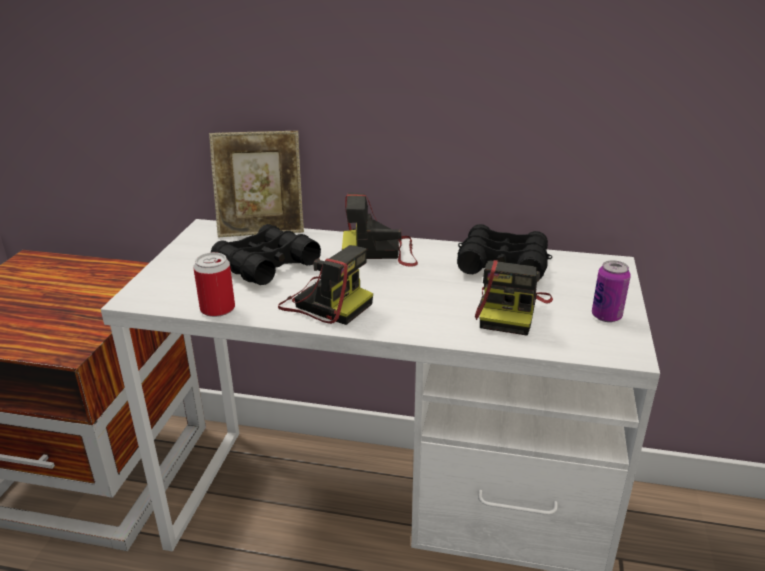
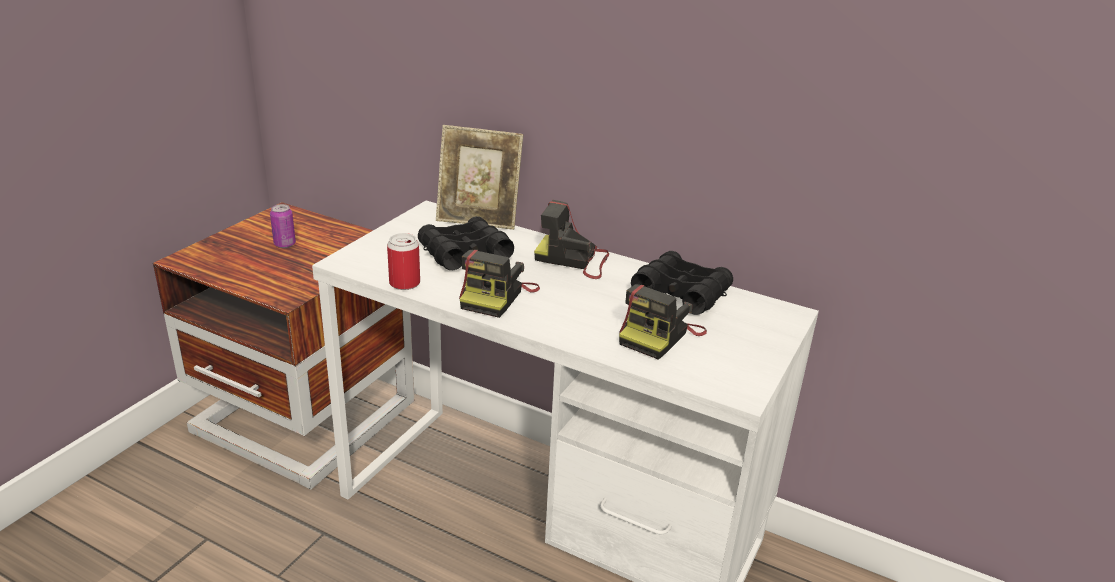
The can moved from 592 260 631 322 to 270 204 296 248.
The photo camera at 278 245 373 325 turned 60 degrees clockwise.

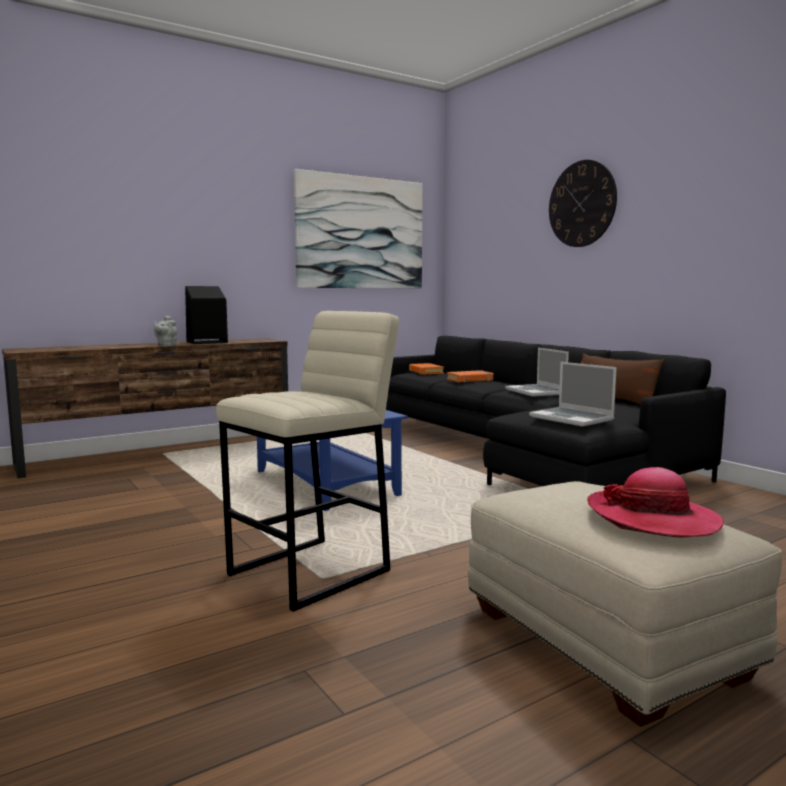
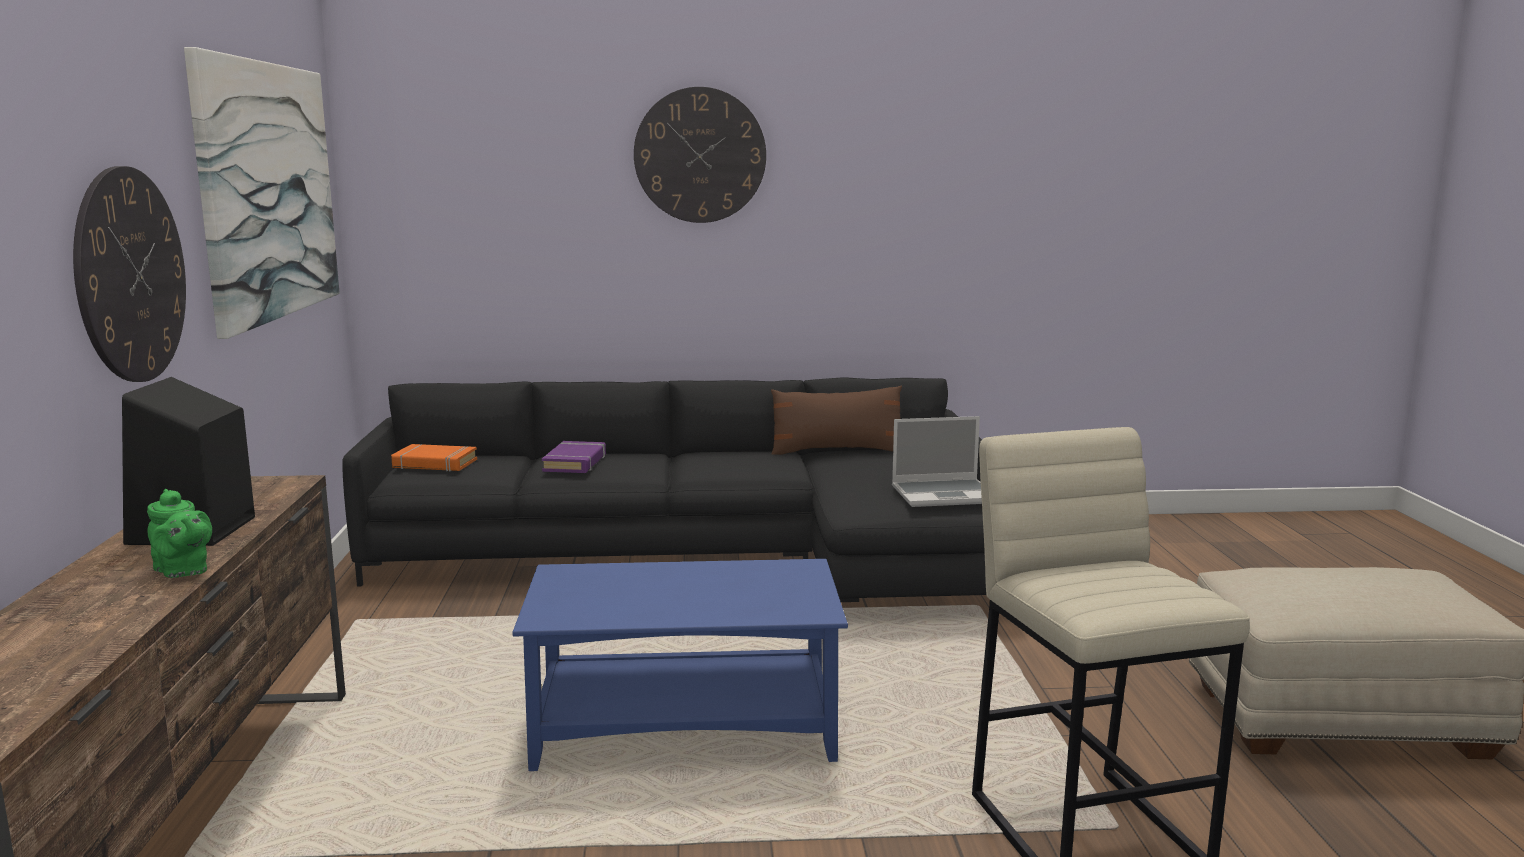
The laptop at 505 347 569 397 disappeared.
The hat at 587 467 724 538 disappeared.
The clock on the wall at 73 166 186 382 appeared.
The pot for tea in gray at 153 316 177 346 became the pot for tea in green-coloured at 147 489 212 578.
The book in orange at 447 370 493 382 became the book in purplish at 542 441 606 473.

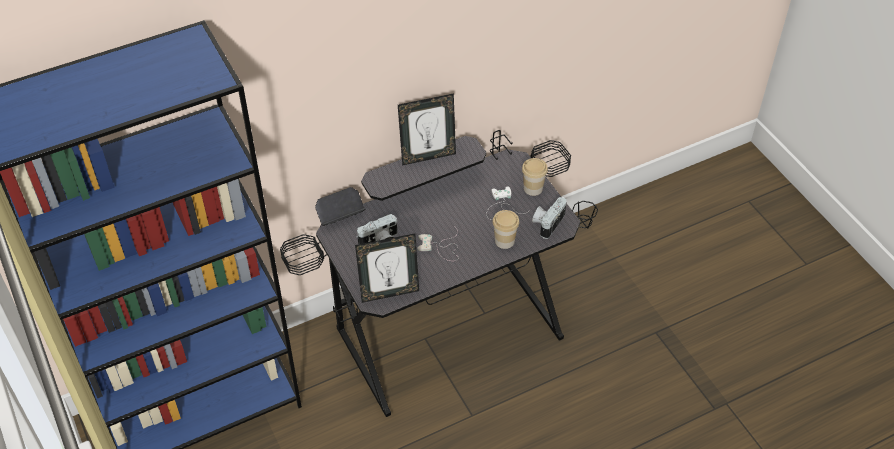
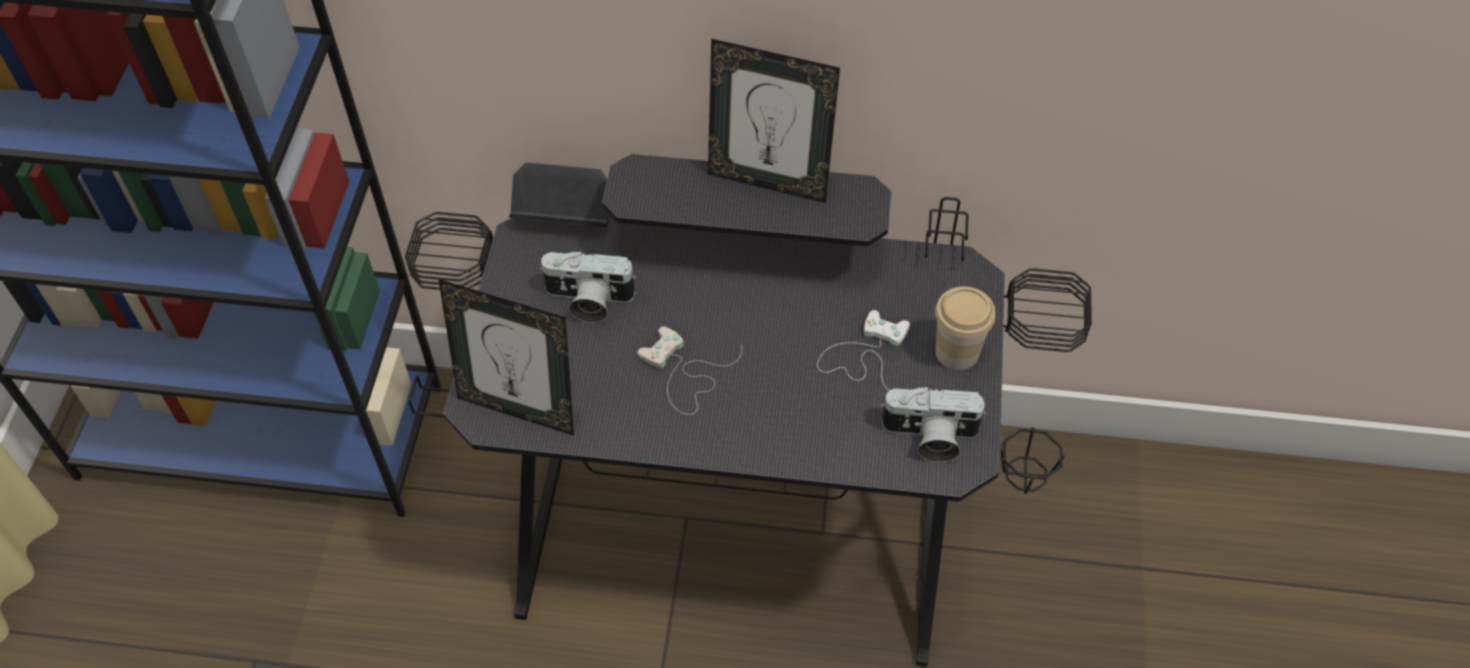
The cup at 492 210 519 249 disappeared.
The photo camera at 532 197 566 239 turned 150 degrees counterclockwise.

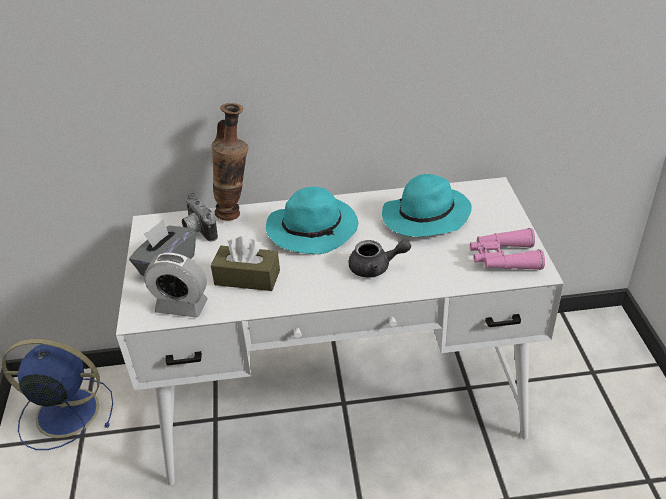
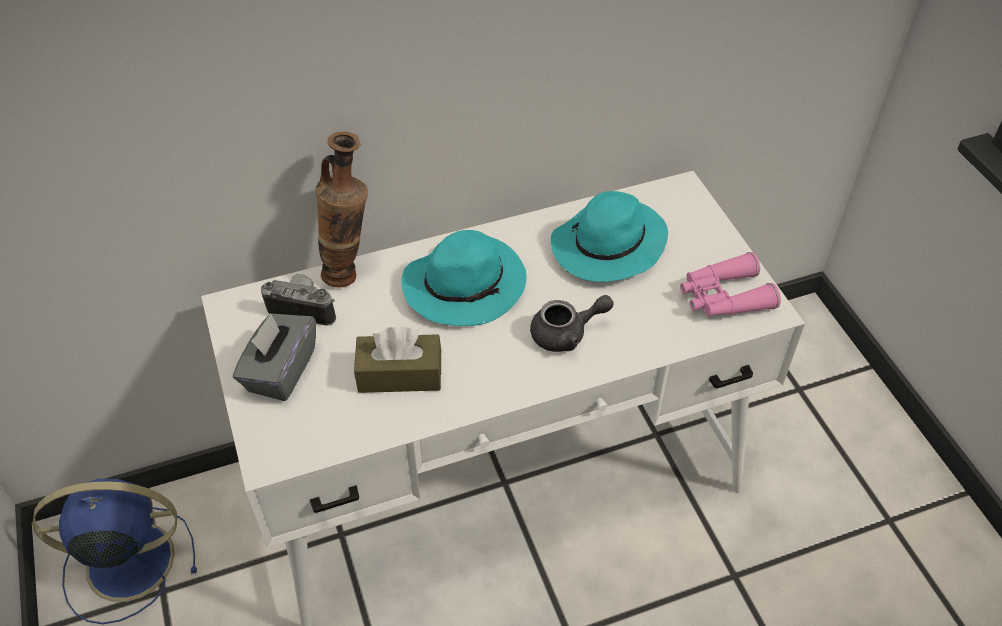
The table clock at 144 253 208 318 disappeared.
The photo camera at 182 193 218 242 turned 150 degrees clockwise.

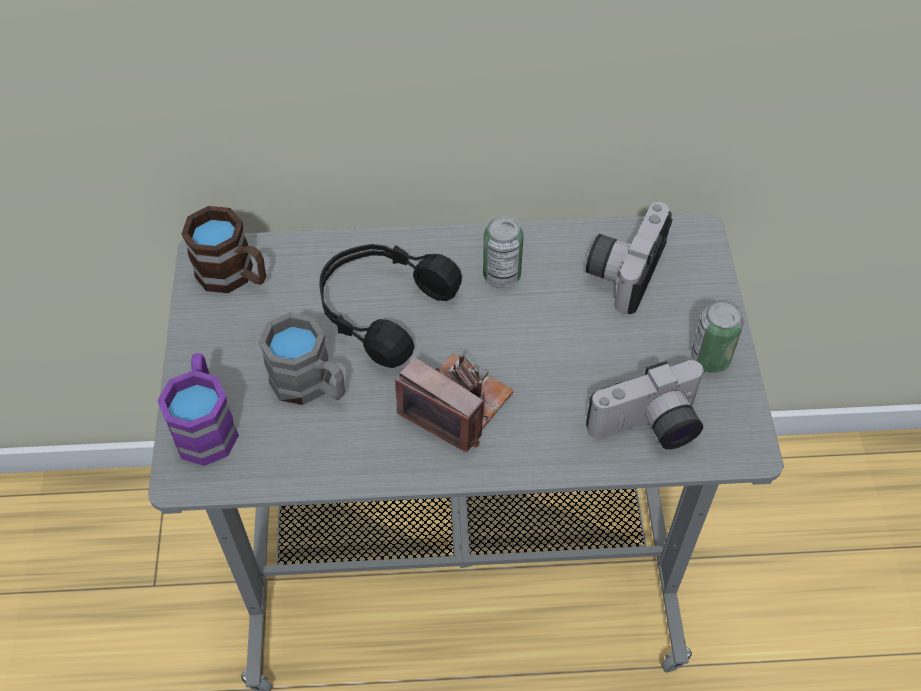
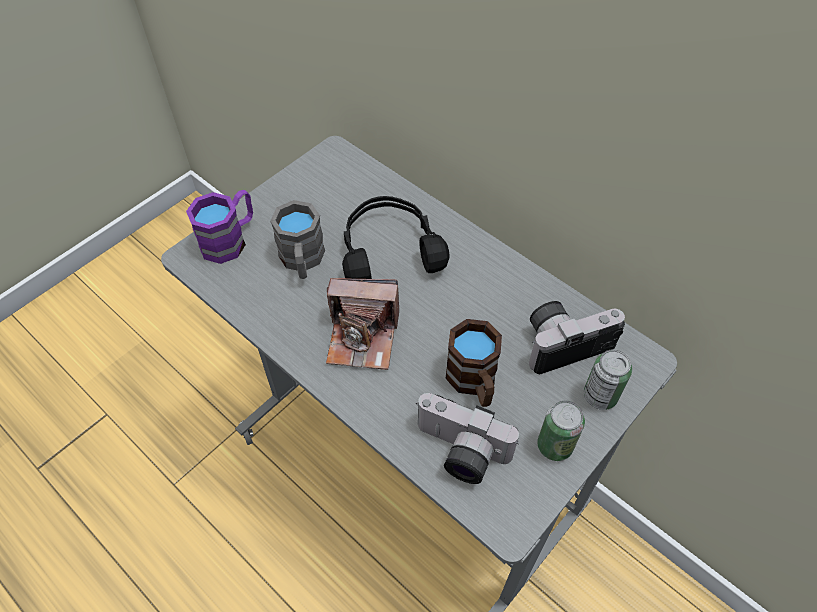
The mug in brown moved from 181 206 266 293 to 445 319 502 407.
The can moved from 483 216 523 288 to 584 350 632 410.
The photo camera at 395 354 514 452 turned 105 degrees clockwise.

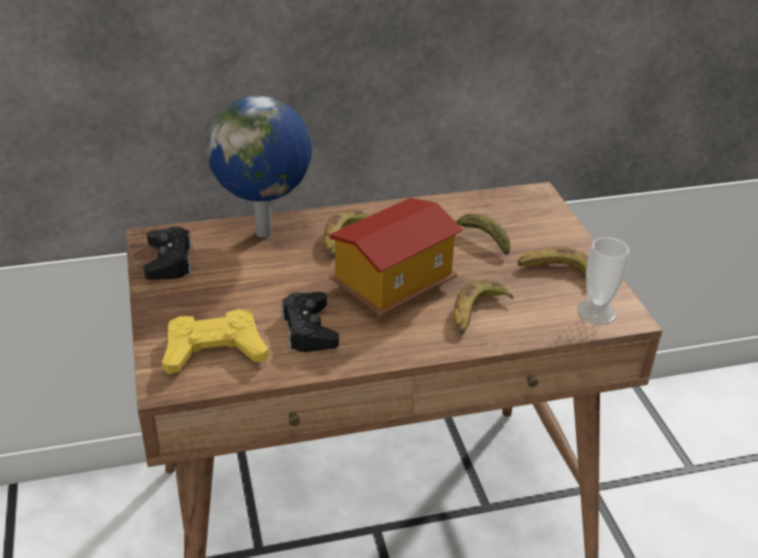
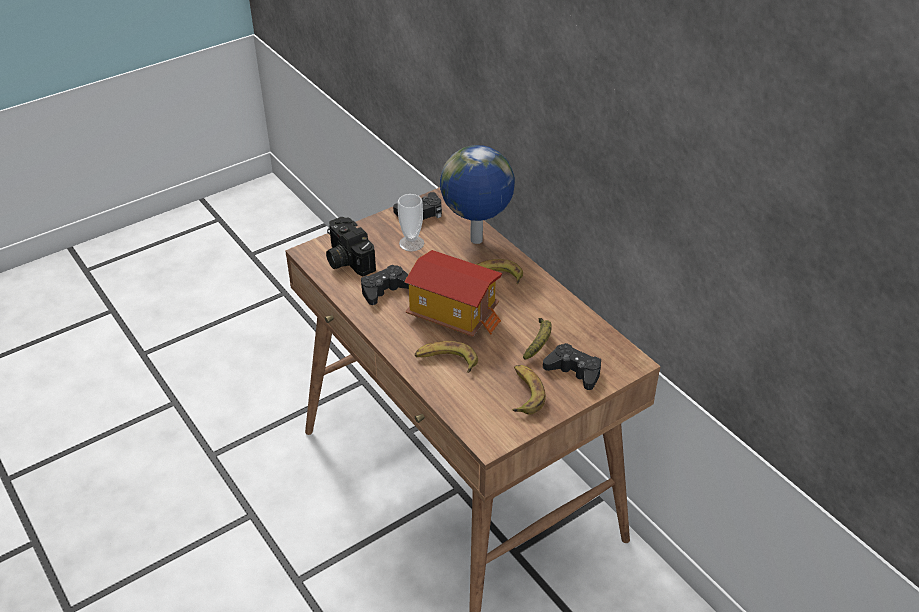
The game controller in black at 543 343 601 390 appeared.
The cup moved from 578 237 629 325 to 398 194 424 252.
The game controller in yellow-coloured at 162 309 269 375 was replaced by the photo camera at 326 217 376 276.

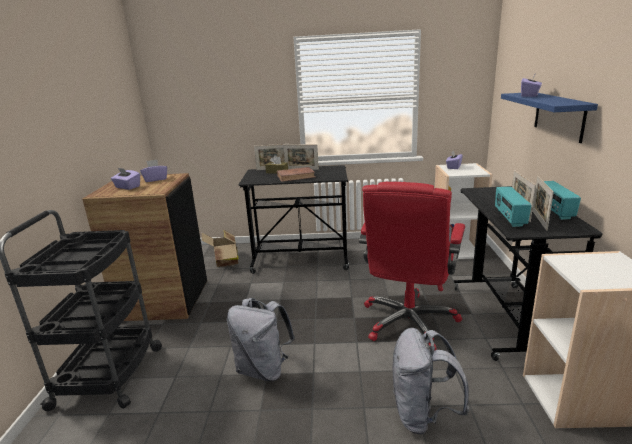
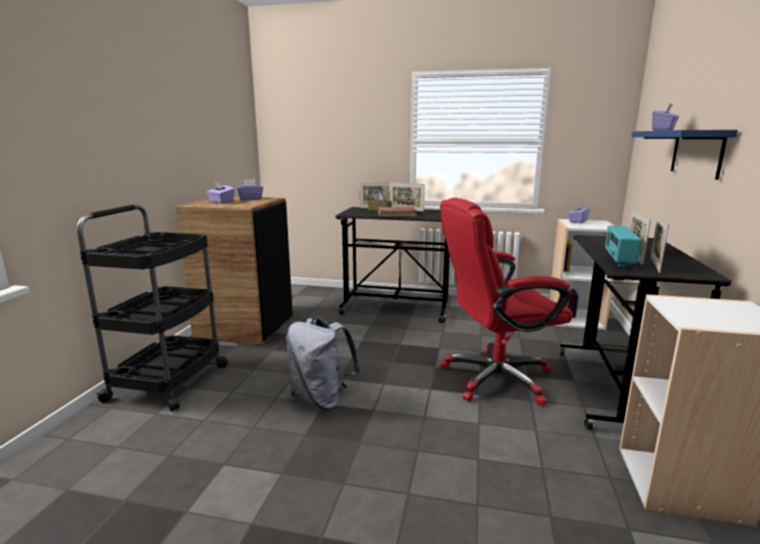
The cardboard box at 202 230 238 267 disappeared.
The knapsack in gray at 392 328 469 435 disappeared.
The radio receiver at 544 181 581 220 disappeared.
The office chair in reddish at 359 182 465 350 turned 45 degrees clockwise.

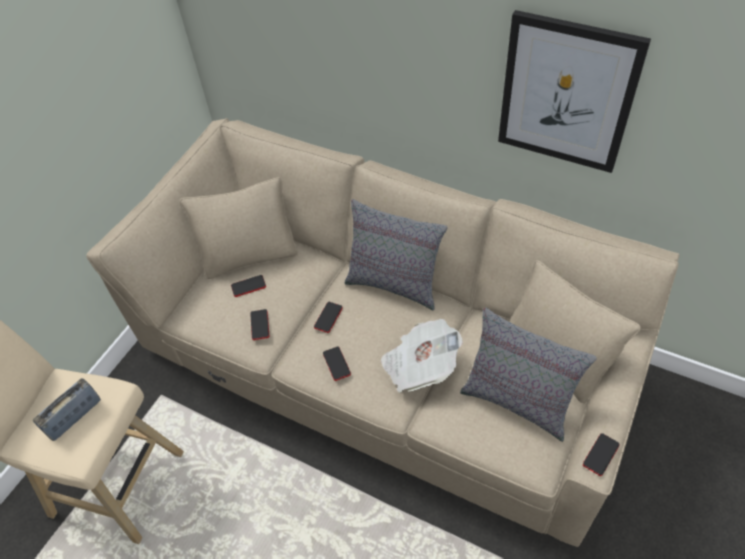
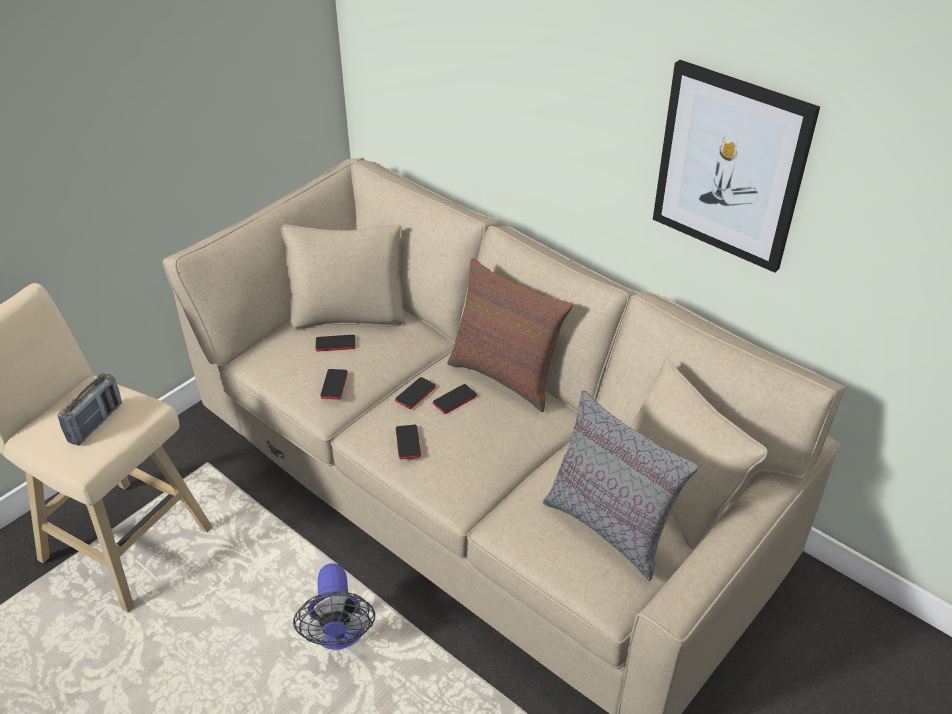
The newspaper at 381 319 463 393 disappeared.
The electric fan at 293 563 375 650 appeared.
The handset moved from 583 433 620 476 to 433 384 477 414.
The pillow in gray at 345 199 448 310 became the pillow in brown at 447 258 572 412.
The radio receiver at 33 378 101 441 turned 150 degrees clockwise.

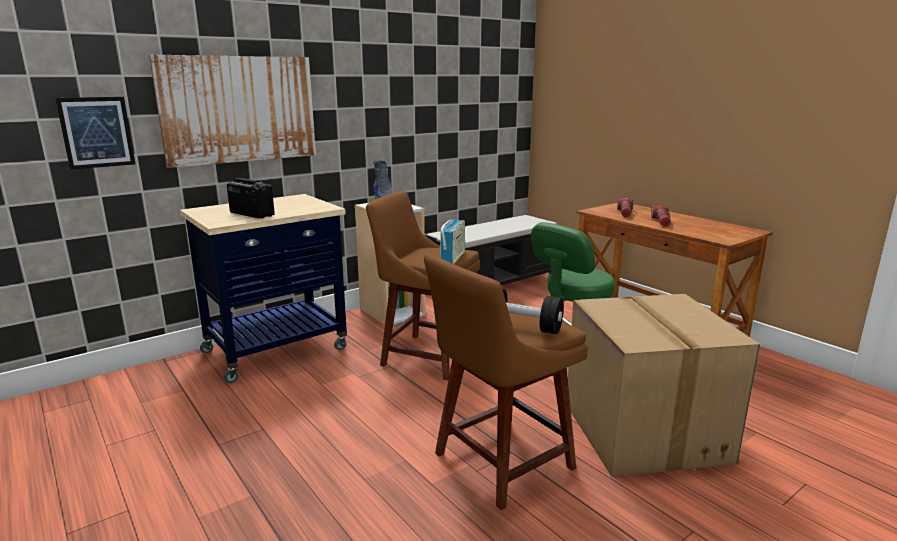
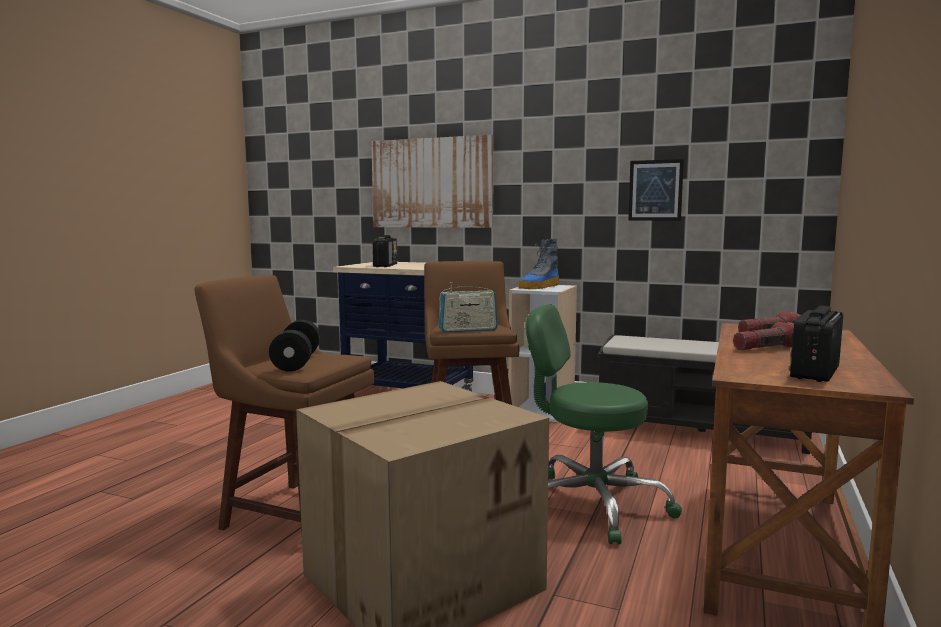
The radio receiver at 789 306 843 382 appeared.
The wall art moved from 55 97 135 170 to 628 159 684 220.

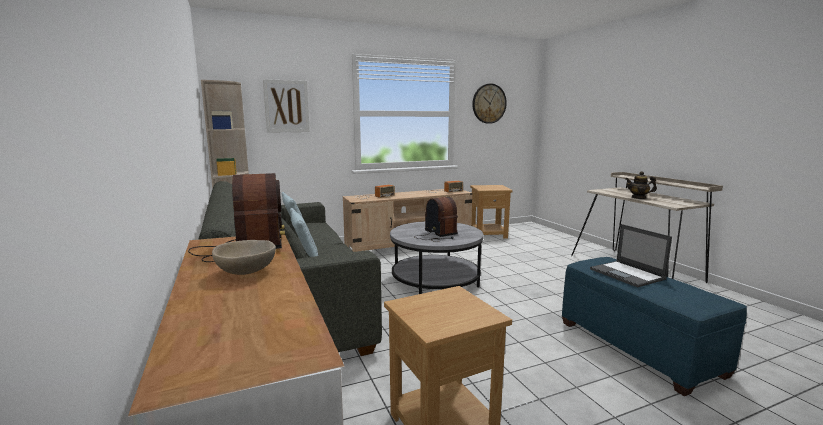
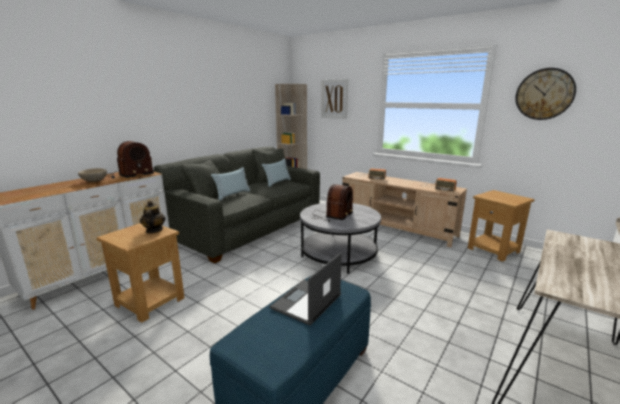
The pot for tea moved from 625 171 657 199 to 140 201 166 233.

